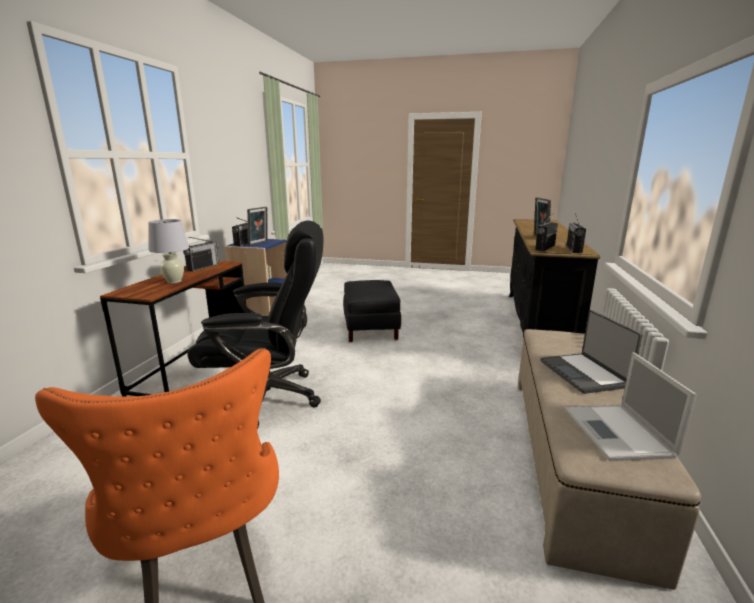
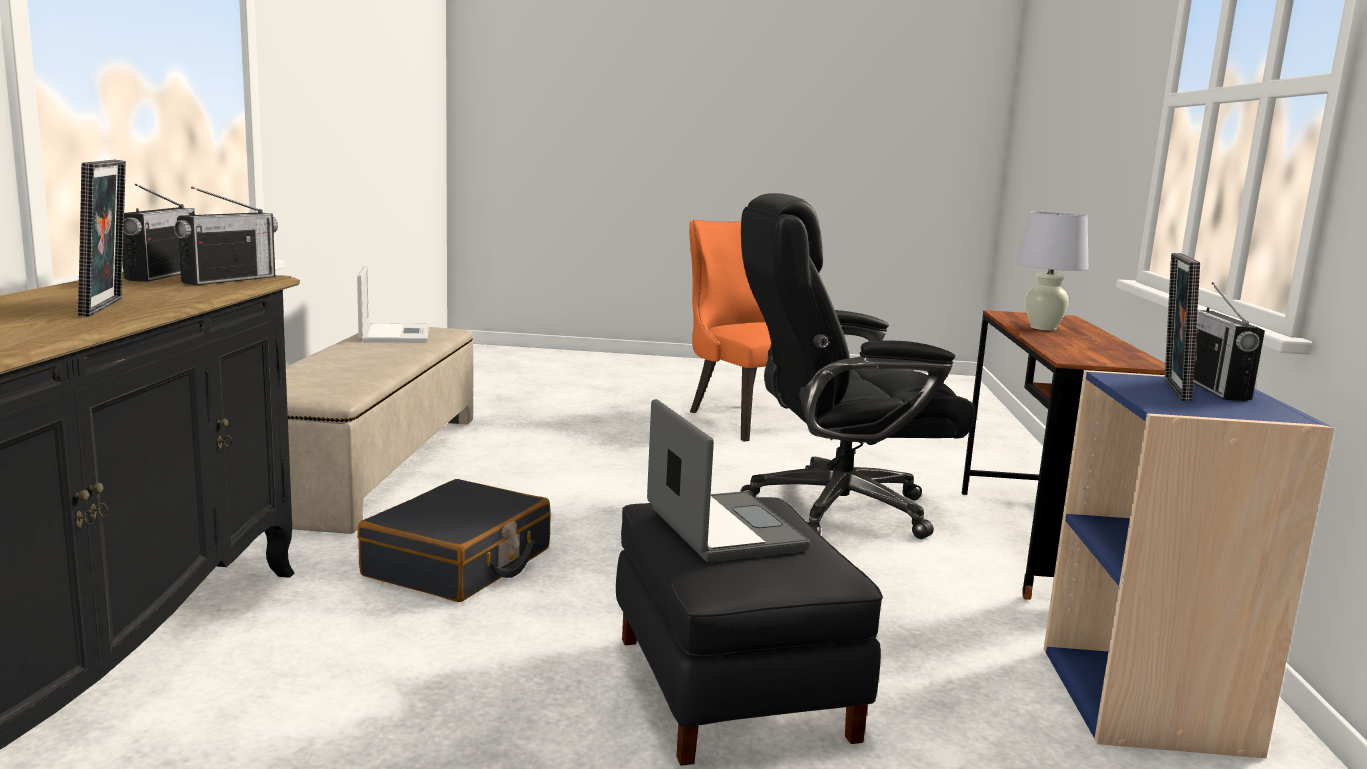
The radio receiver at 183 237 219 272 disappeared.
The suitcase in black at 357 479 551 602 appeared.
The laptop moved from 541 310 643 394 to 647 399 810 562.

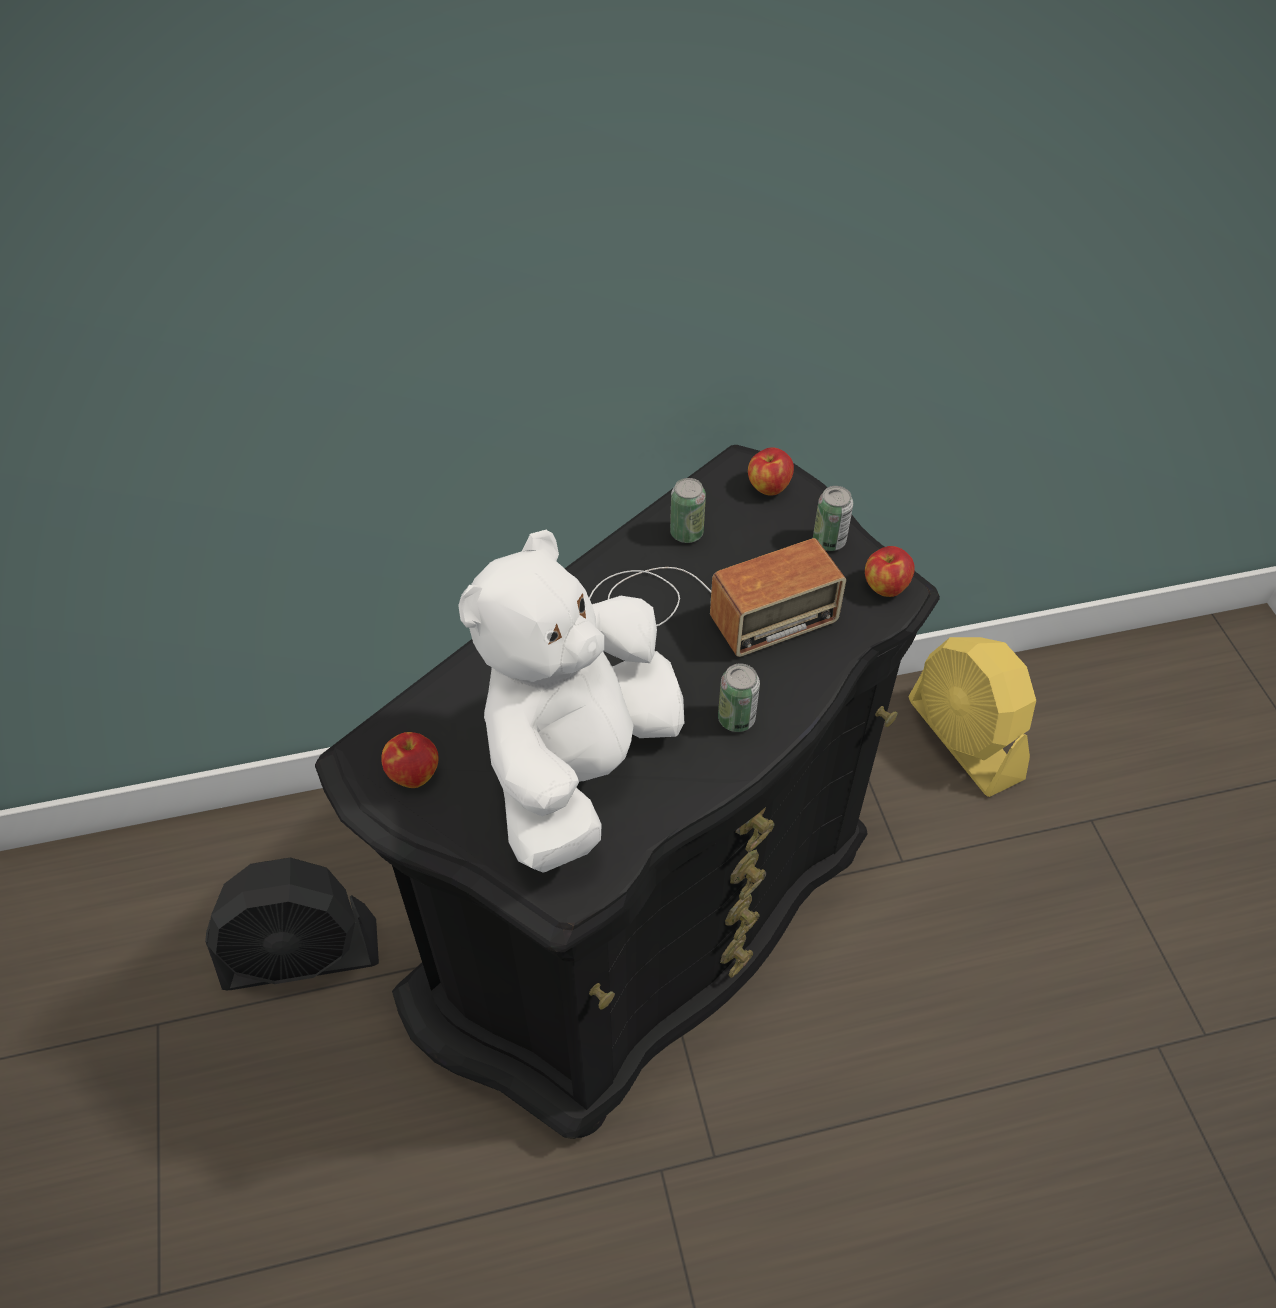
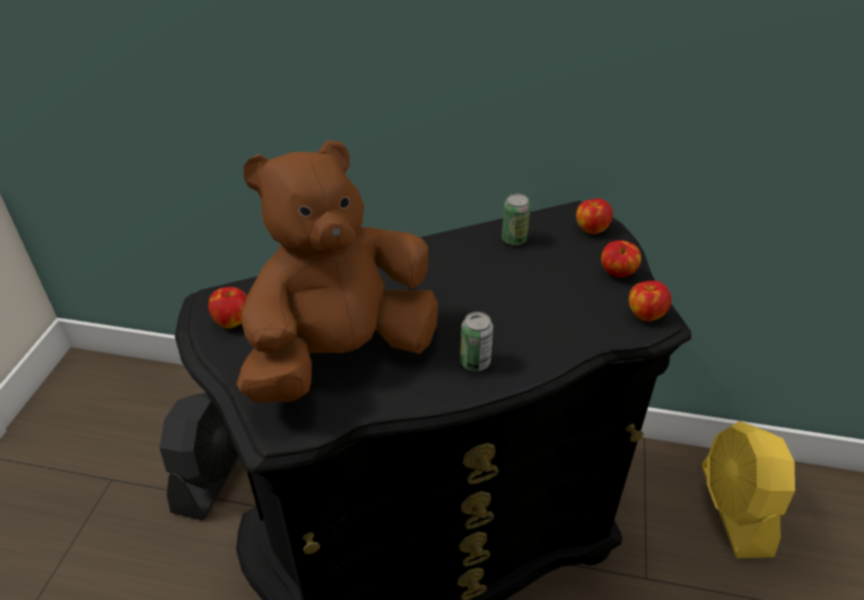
The radio receiver at 589 538 846 657 disappeared.
The can at 813 486 853 551 was replaced by the apple at 601 240 641 277.
The soft toy in white-coloured at 458 530 684 873 became the soft toy in brown at 237 140 438 402.
The electric fan in black at 205 858 379 990 turned 90 degrees counterclockwise.

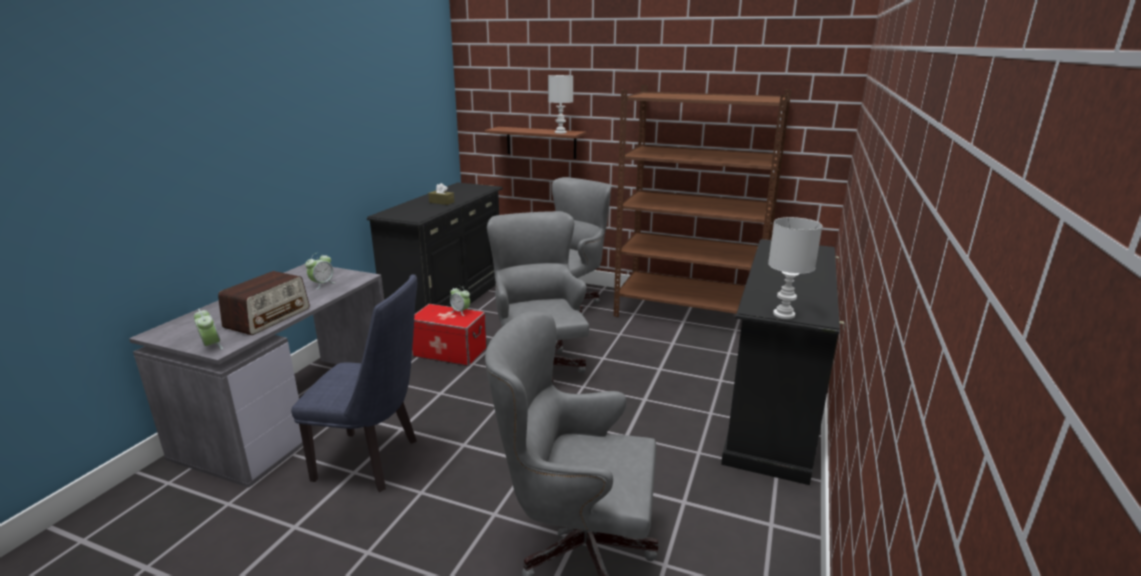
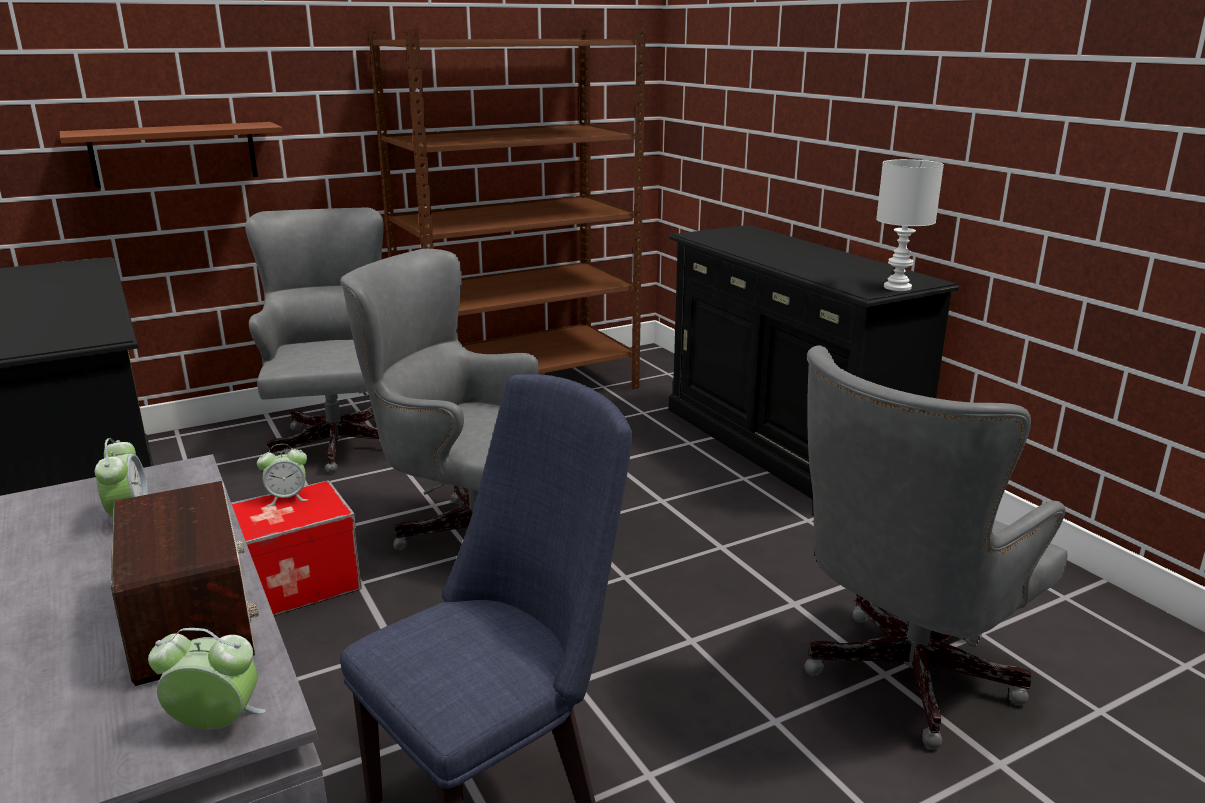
The box of tissues in brown at 428 183 454 205 disappeared.
The table lamp in white-coloured at 548 75 573 134 disappeared.

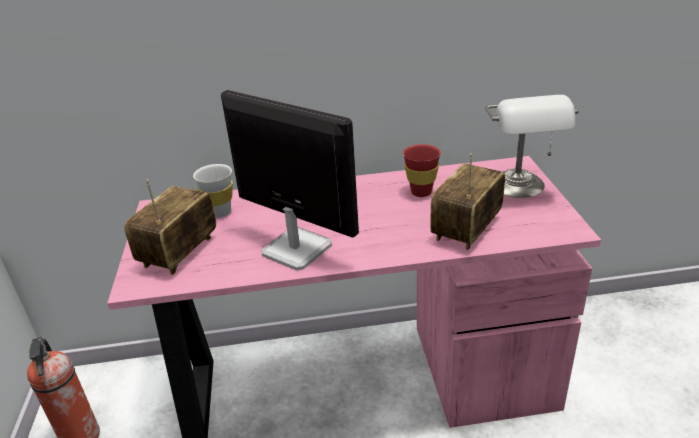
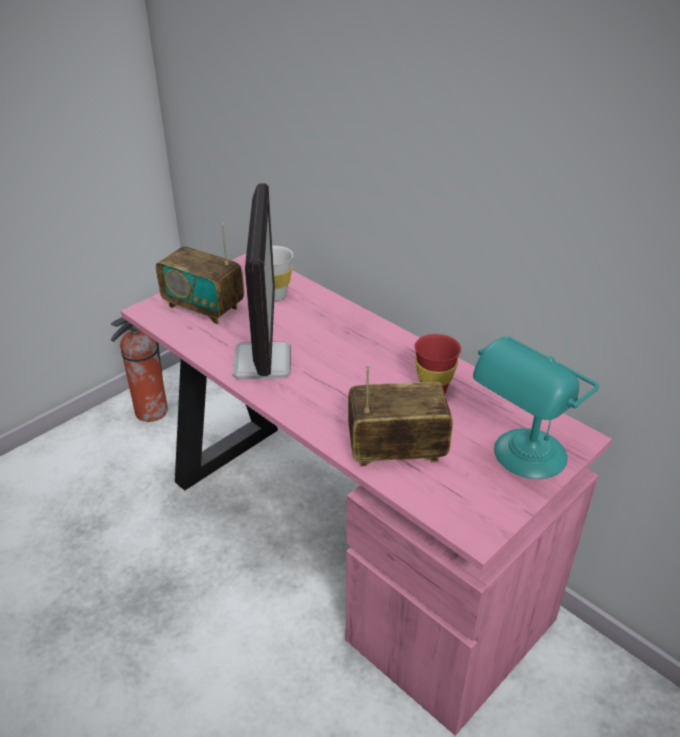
The table lamp in white-coloured at 485 95 579 198 became the table lamp in turquoise at 473 336 599 479.
The radio receiver at 124 179 216 275 turned 135 degrees counterclockwise.

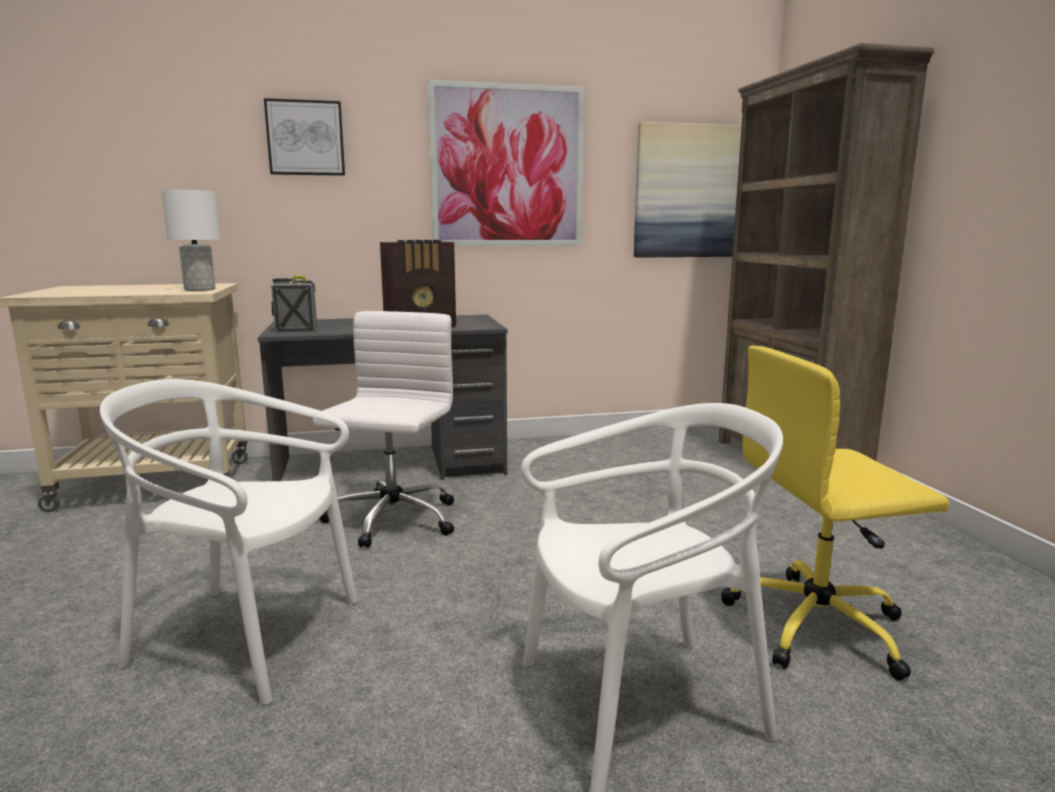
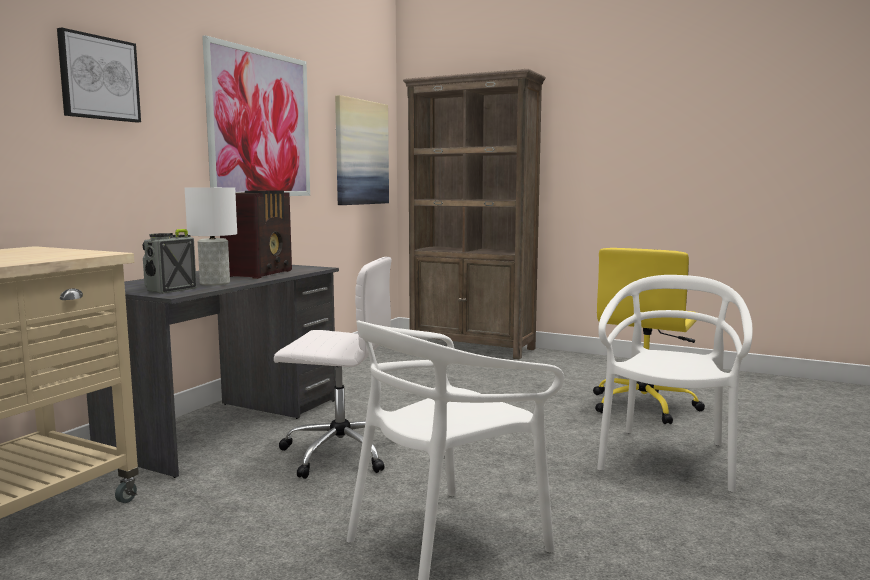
The table lamp in white-coloured moved from 162 190 220 291 to 185 187 237 286.
The office chair in white-coloured at 313 311 454 548 turned 135 degrees clockwise.

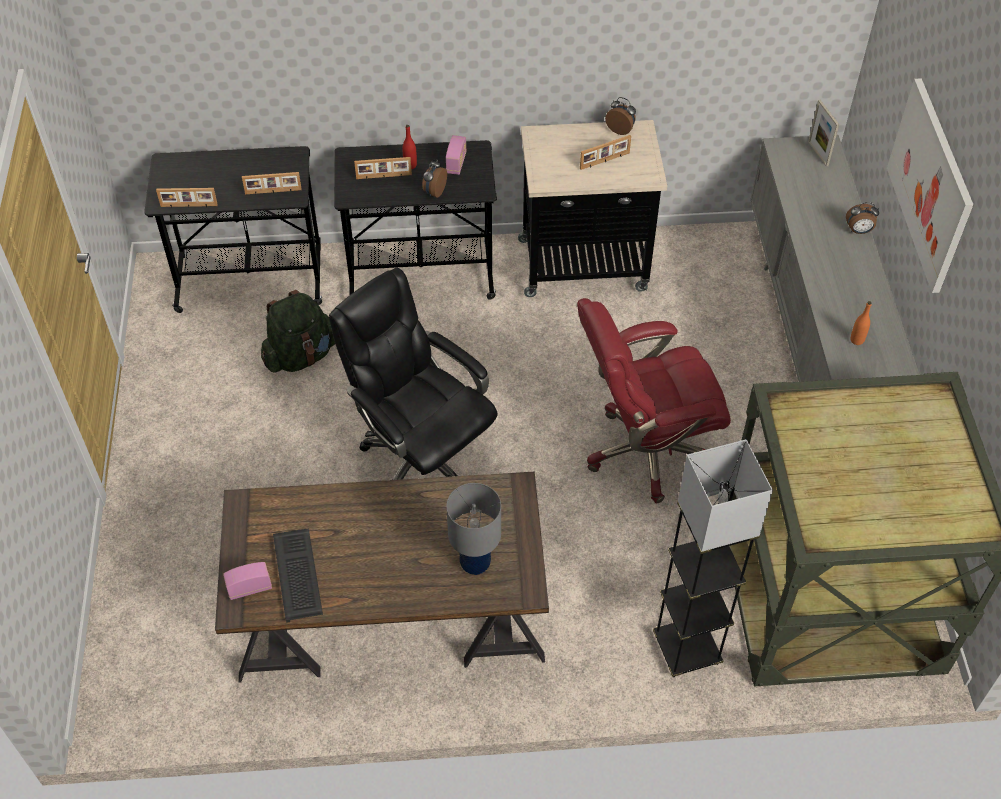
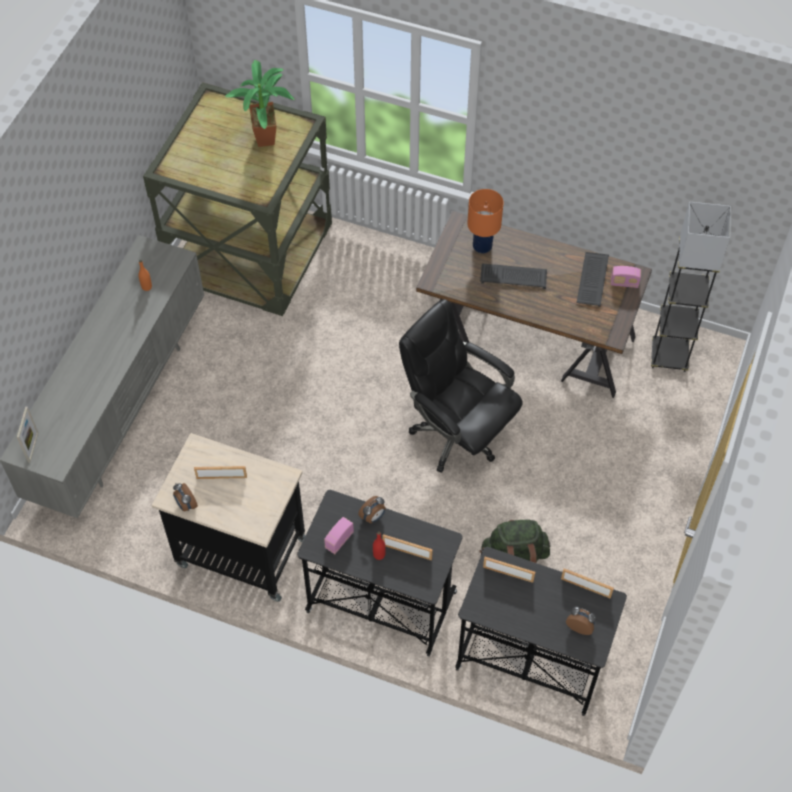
The office chair in reddish at 577 298 731 503 disappeared.
The wall art at 887 78 973 293 disappeared.
The plant in a pot at 225 60 295 147 appeared.
The computer keyboard at 480 263 547 289 appeared.
The standard lamp in gray moved from 653 439 773 677 to 651 202 731 372.
The table clock moved from 846 202 879 234 to 566 606 596 635.
The table lamp in gray at 446 483 501 575 became the table lamp in orange at 467 189 504 253.
The office chair in black at 329 268 498 480 turned 150 degrees clockwise.

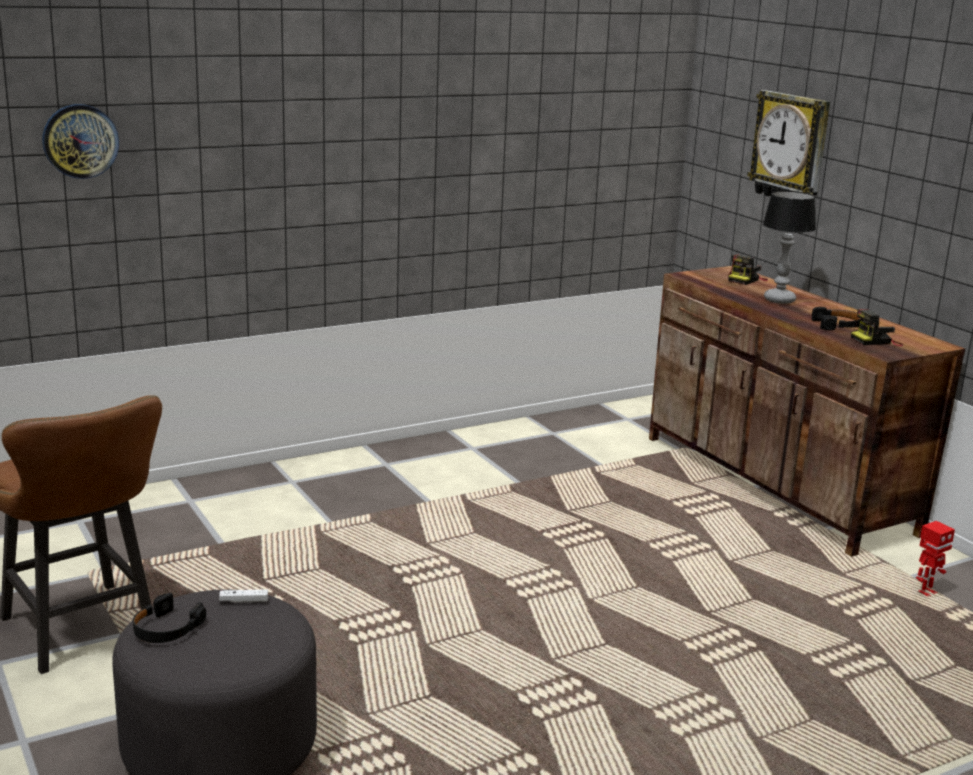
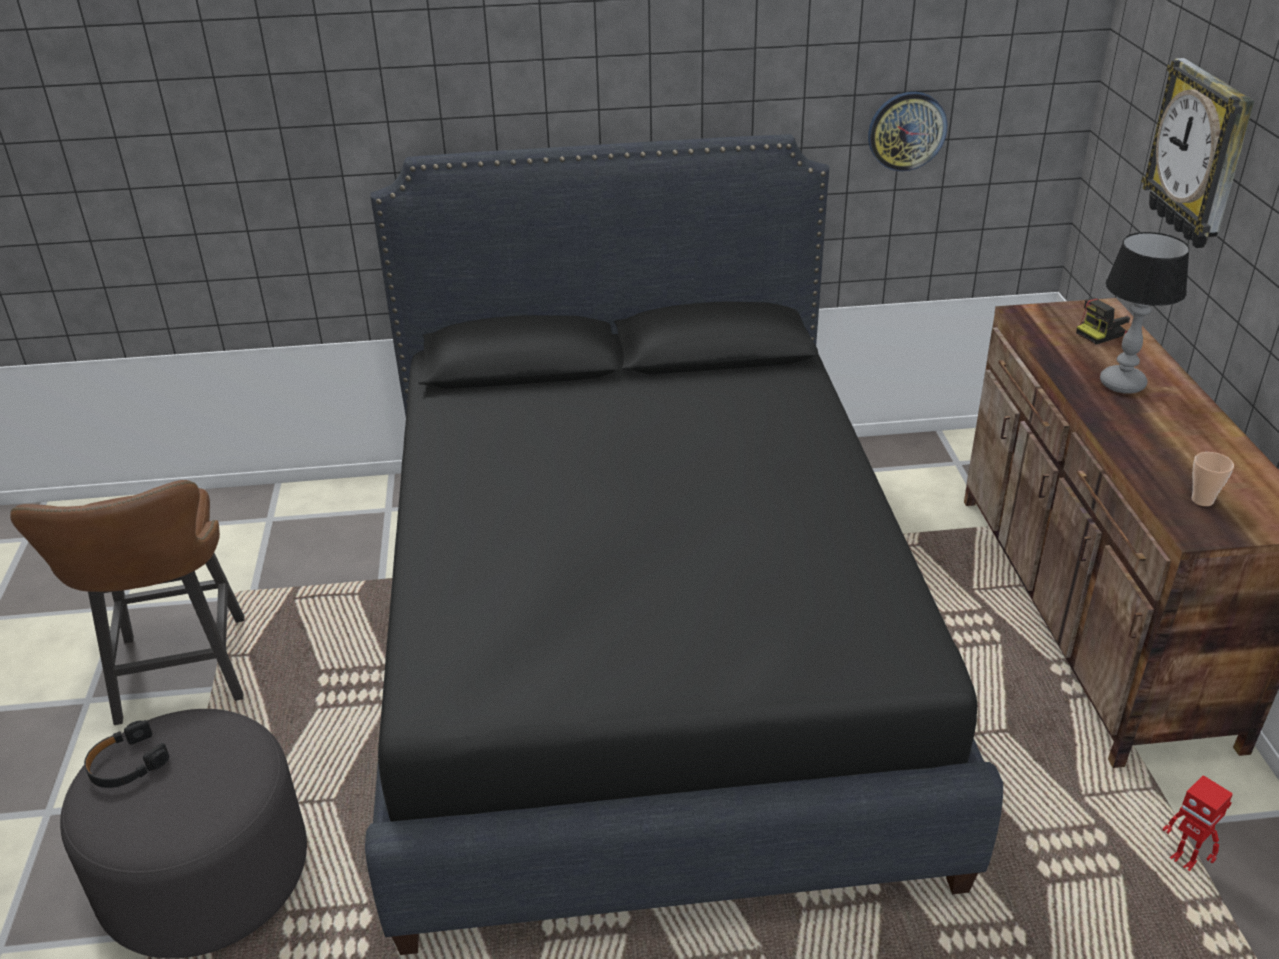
The game controller in white-coloured at 219 589 268 603 disappeared.
The headset in black at 812 307 861 330 disappeared.
The sleeping bed in black at 365 134 1003 955 appeared.
The clock on the wall moved from 42 104 119 179 to 868 92 947 171.
The photo camera at 851 309 903 347 was replaced by the cup at 1192 452 1234 506.
The model robot at 916 521 955 597 turned 60 degrees clockwise.

